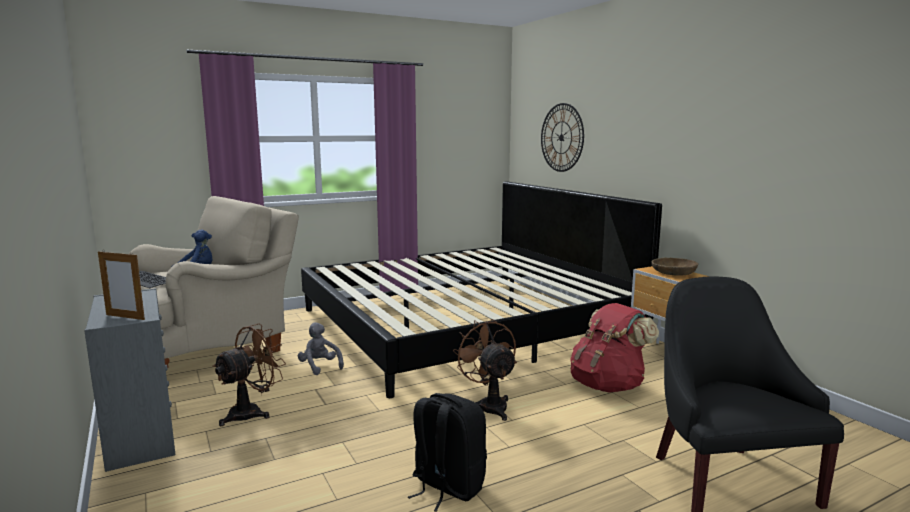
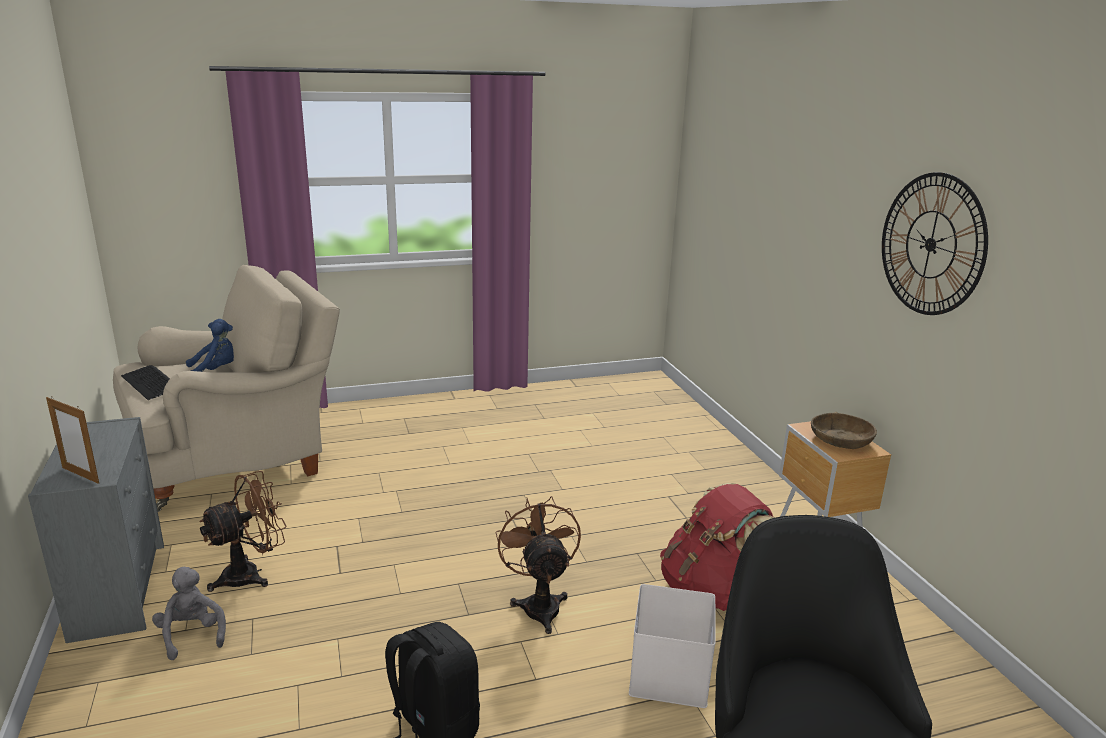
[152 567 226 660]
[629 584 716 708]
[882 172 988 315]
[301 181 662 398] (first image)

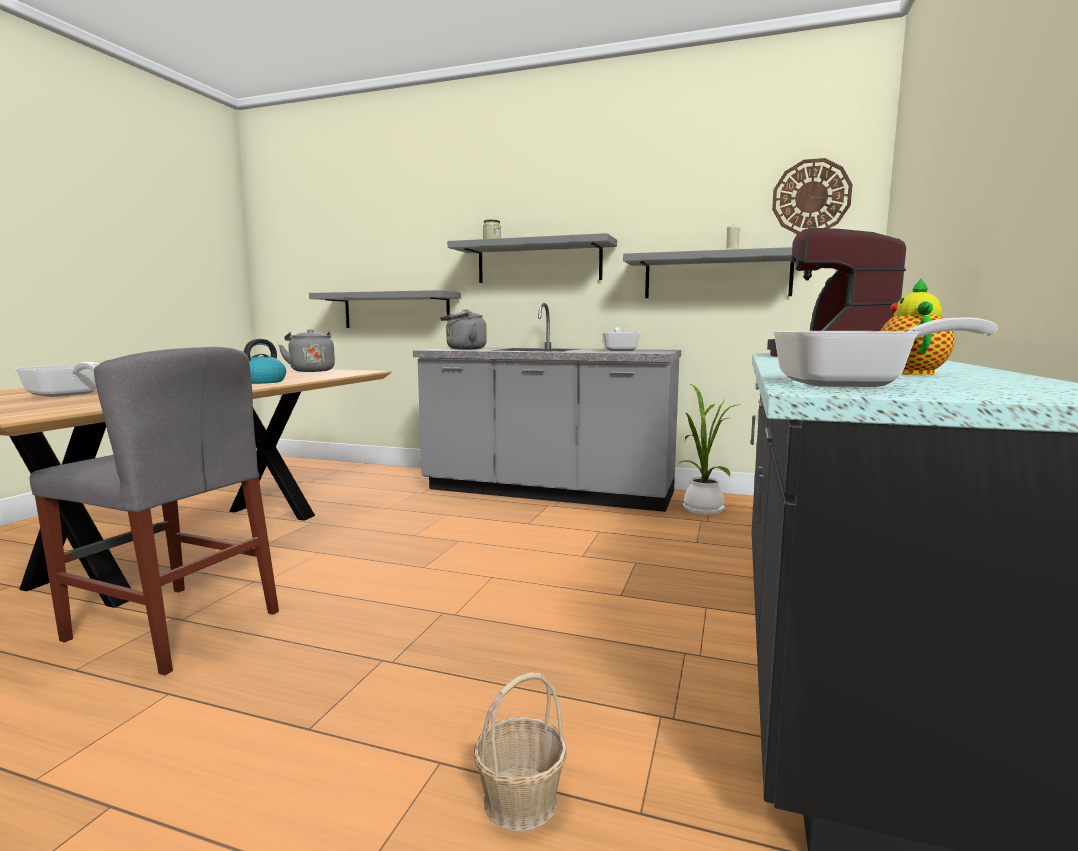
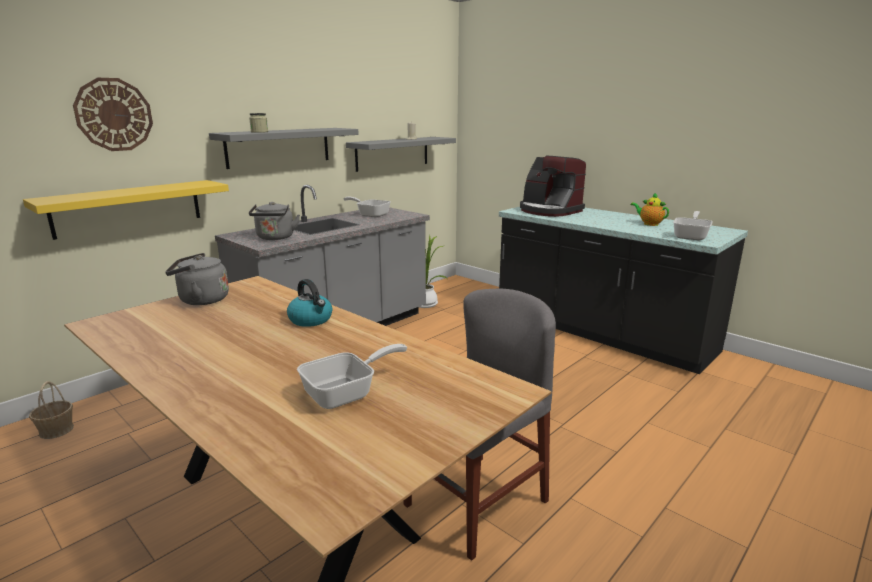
[23 180 229 240]
[29 381 74 439]
[73 78 153 151]

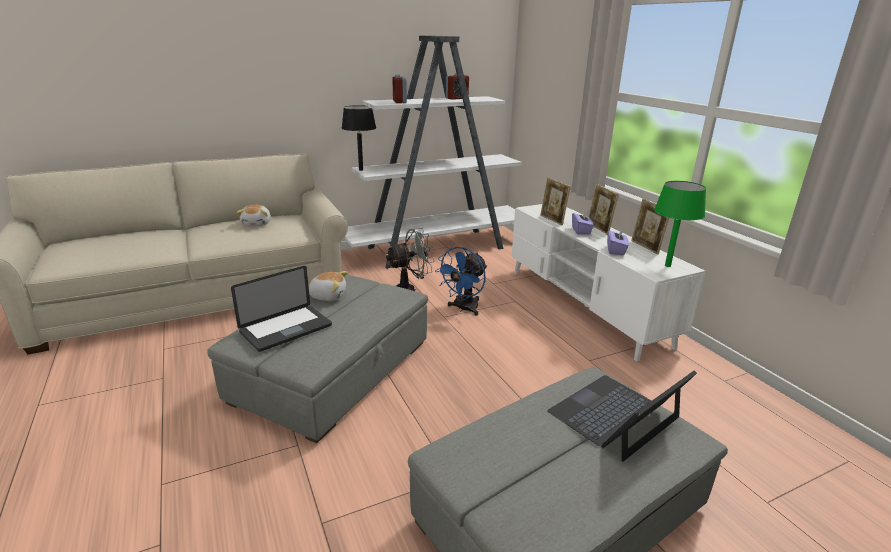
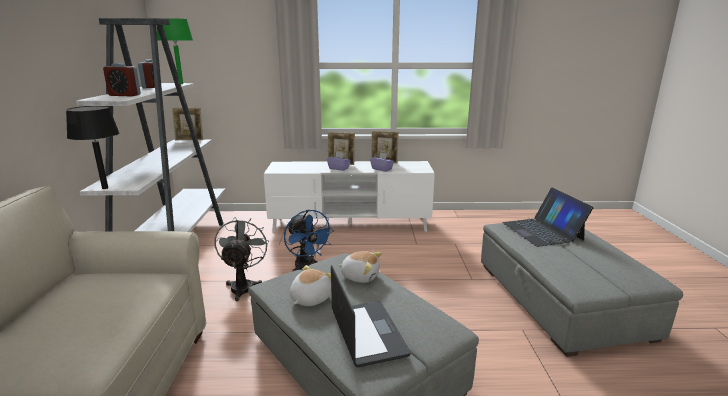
[157 18 193 84]
[172 108 203 140]
[338 251 383 283]

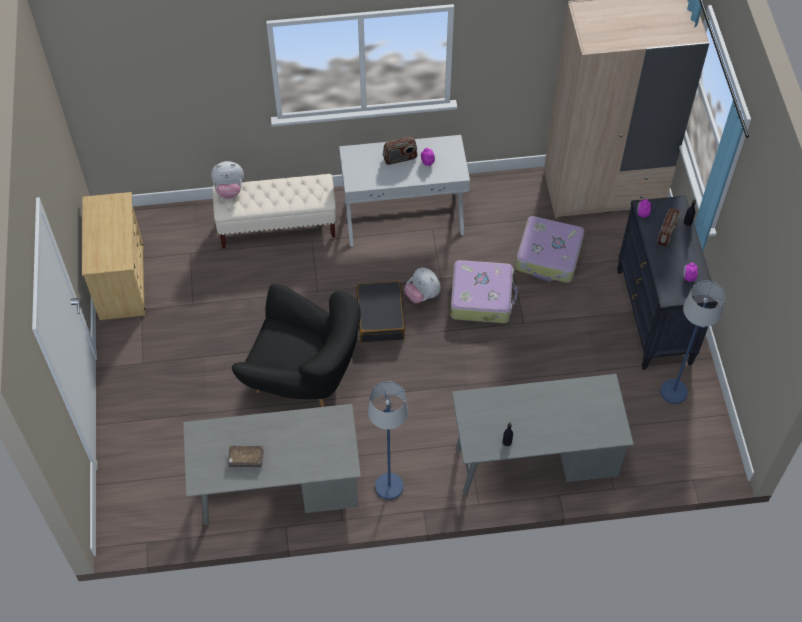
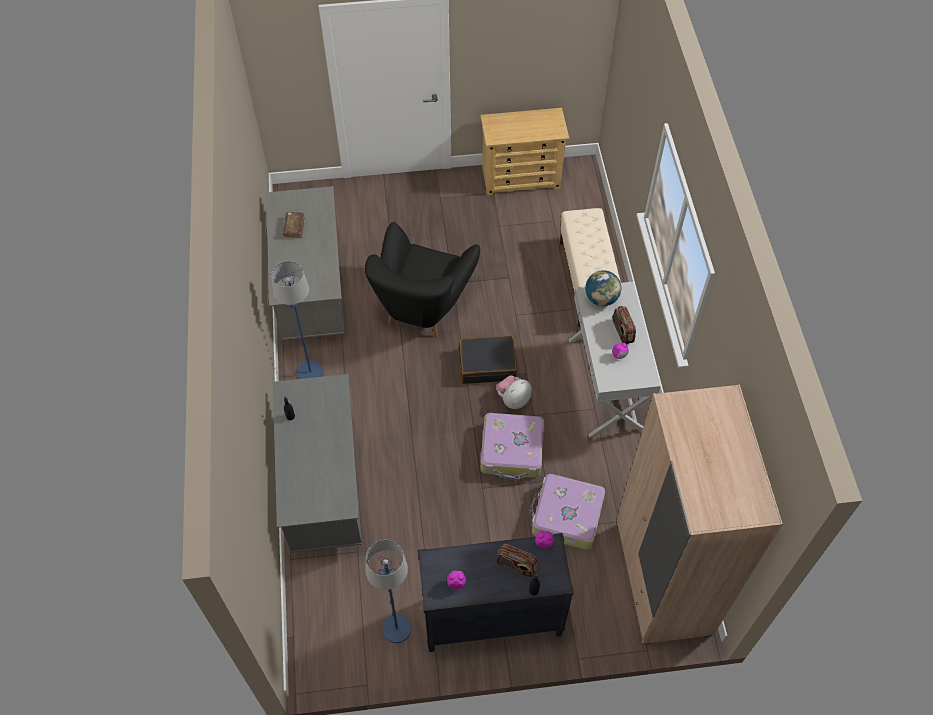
[585 270 621 306]
[211 161 244 199] (first image)

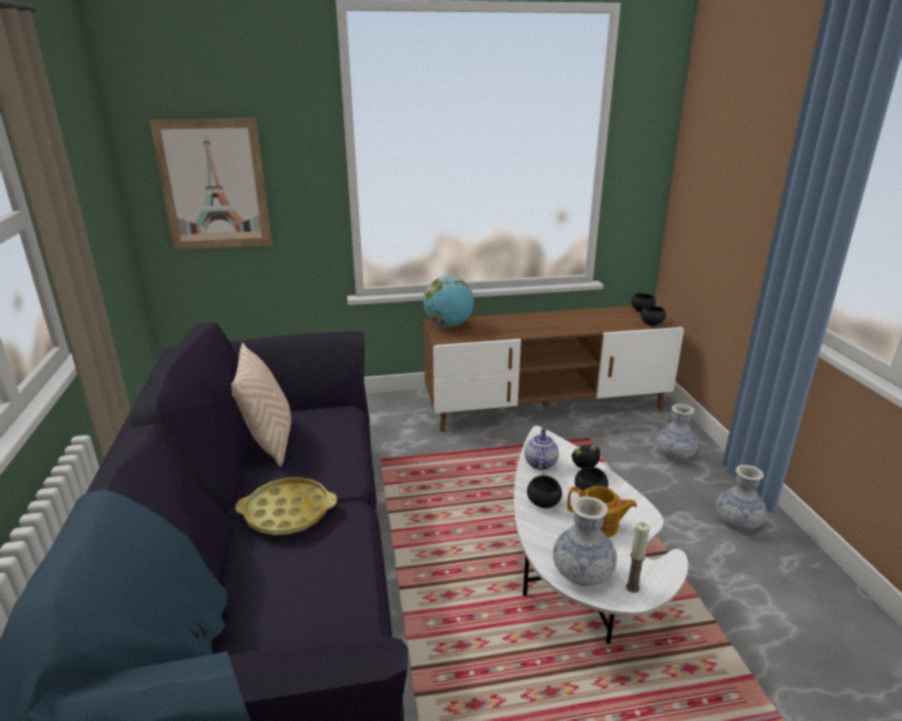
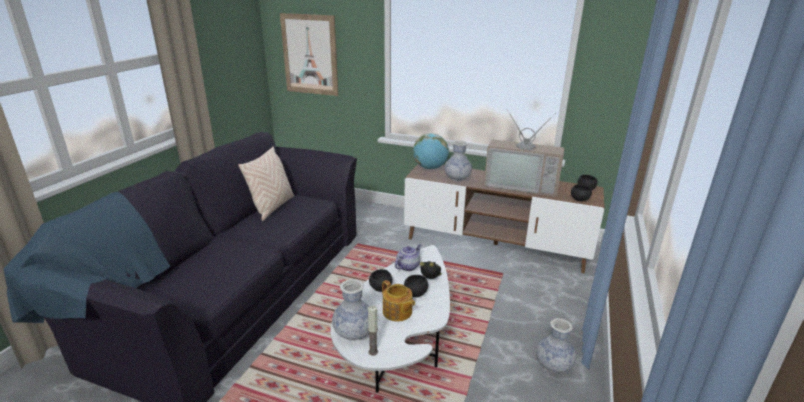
[444 141 472 181]
[484 108 564 197]
[235 477 337 535] (first image)

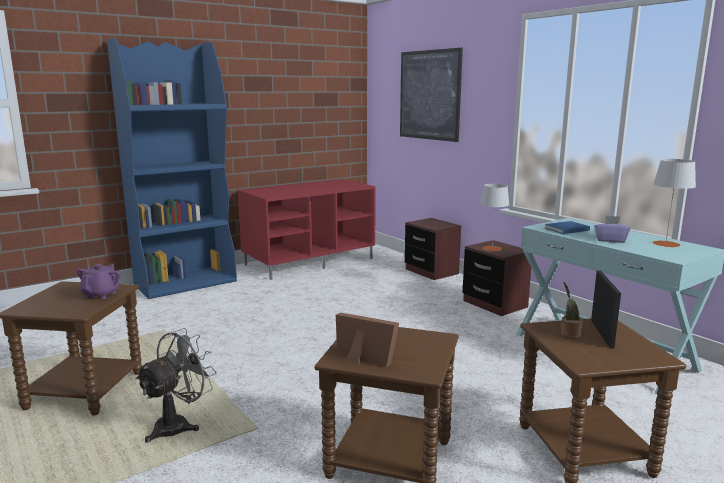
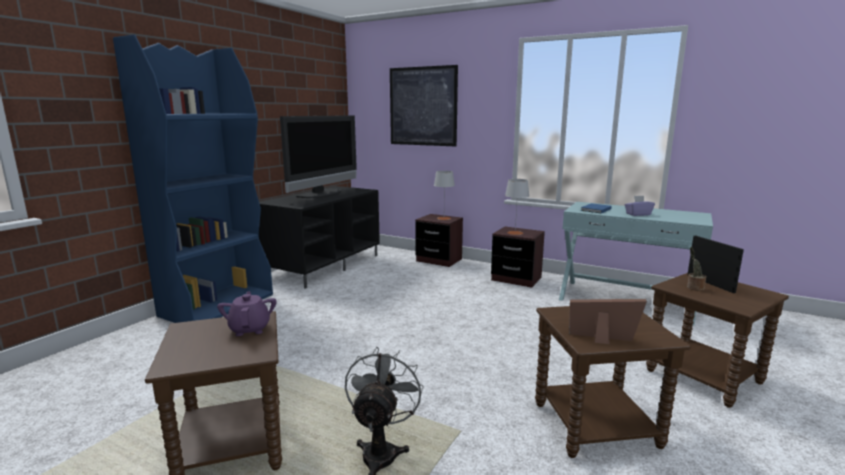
[259 186 380 289]
[280 115 357 198]
[434 171 455 220]

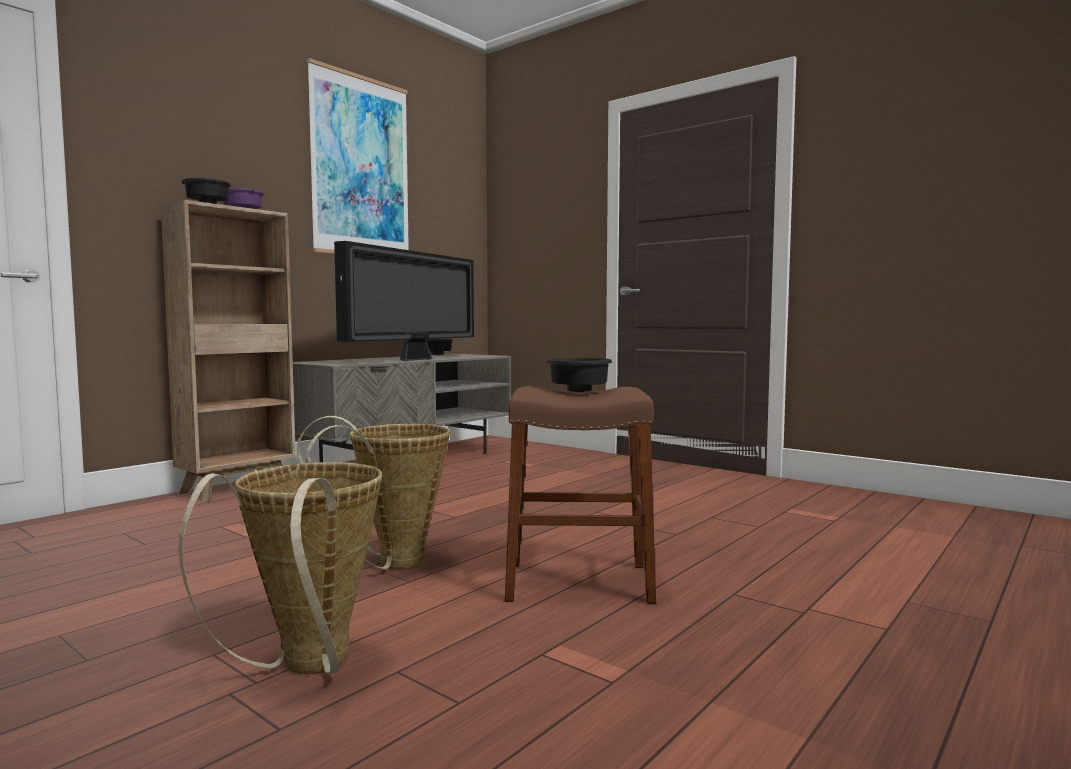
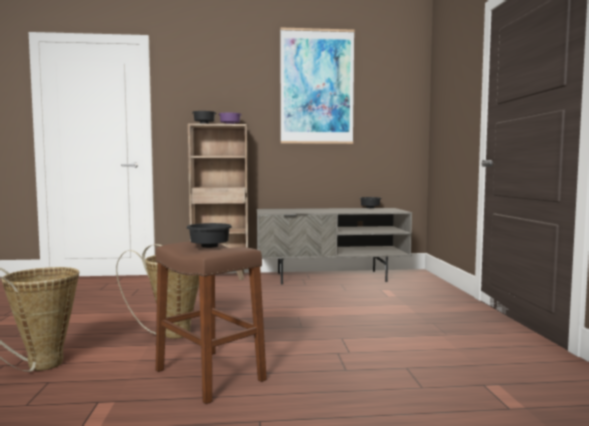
[334 241 474 361] (first image)

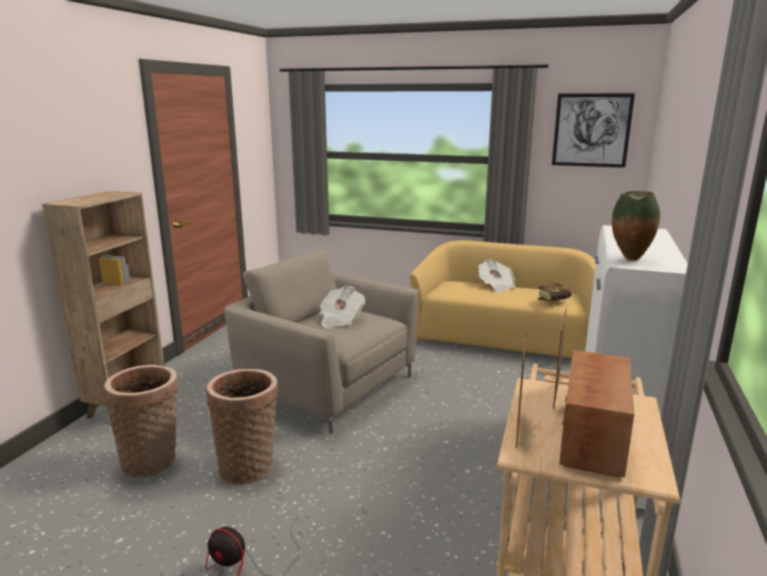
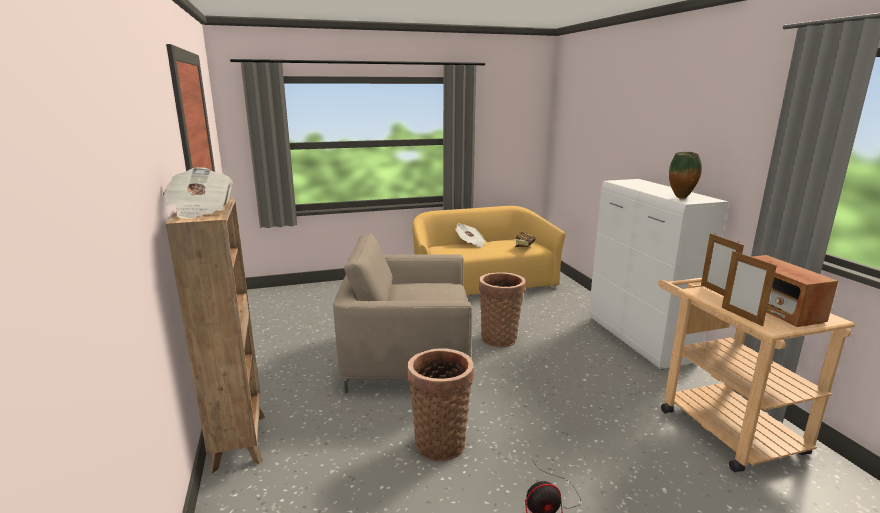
[163 167 233 219]
[479 272 525 347]
[552 93 635 168] (first image)

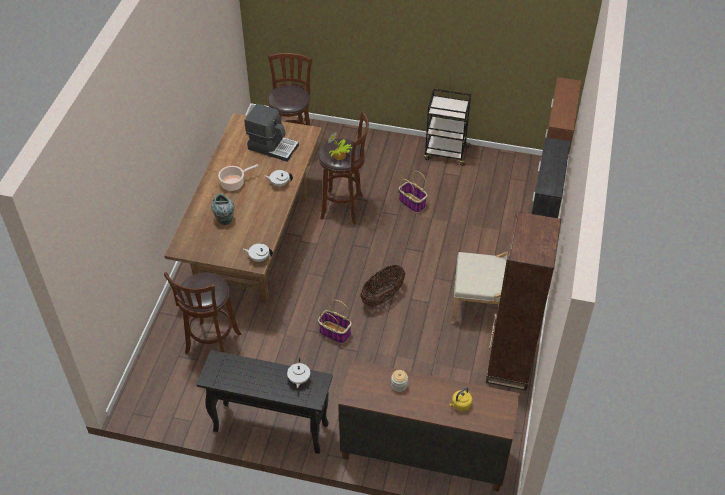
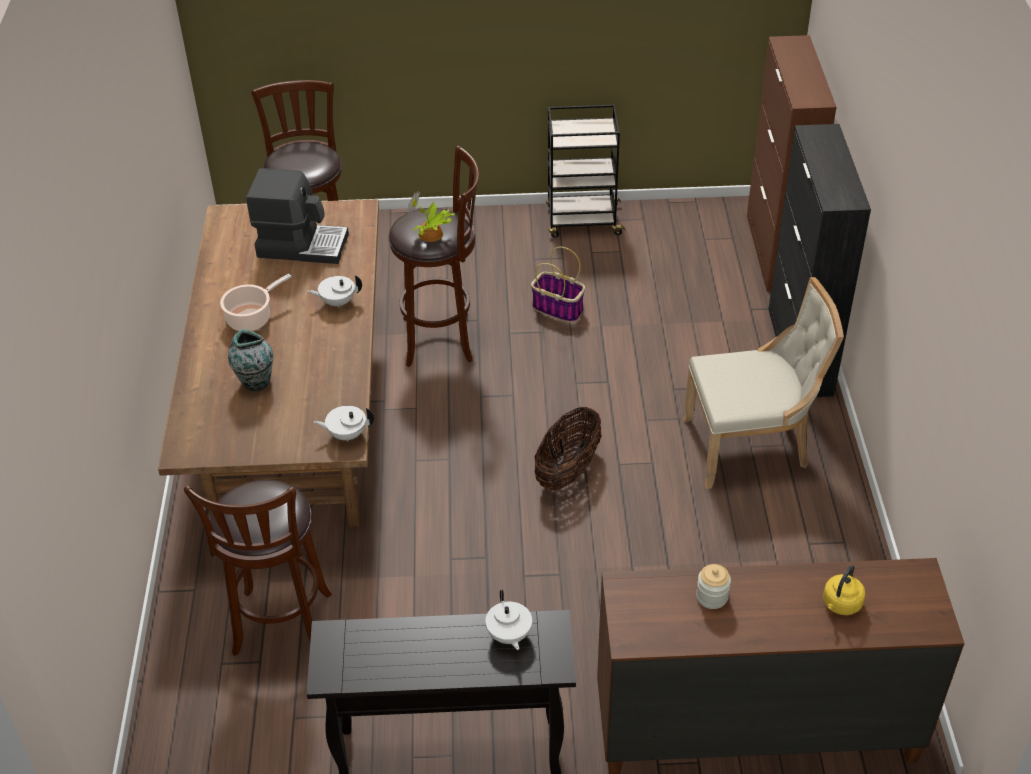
[318 300 352 344] (first image)
[486 211 561 391] (first image)

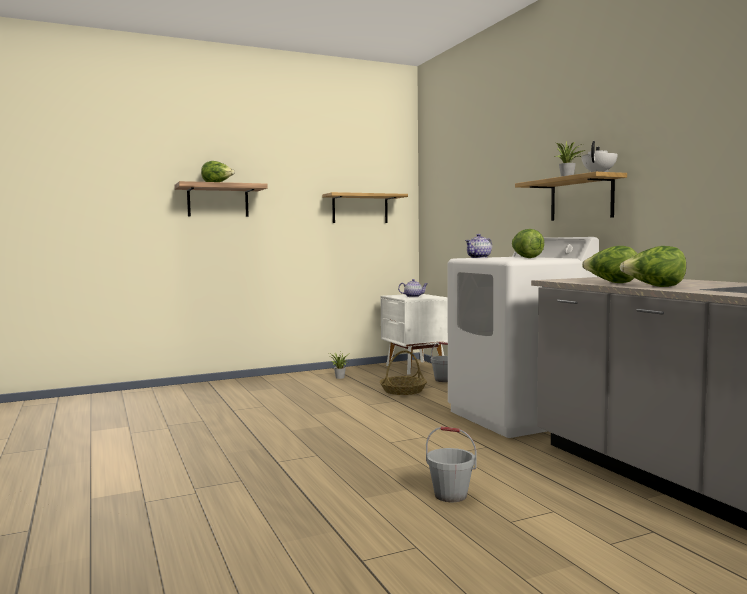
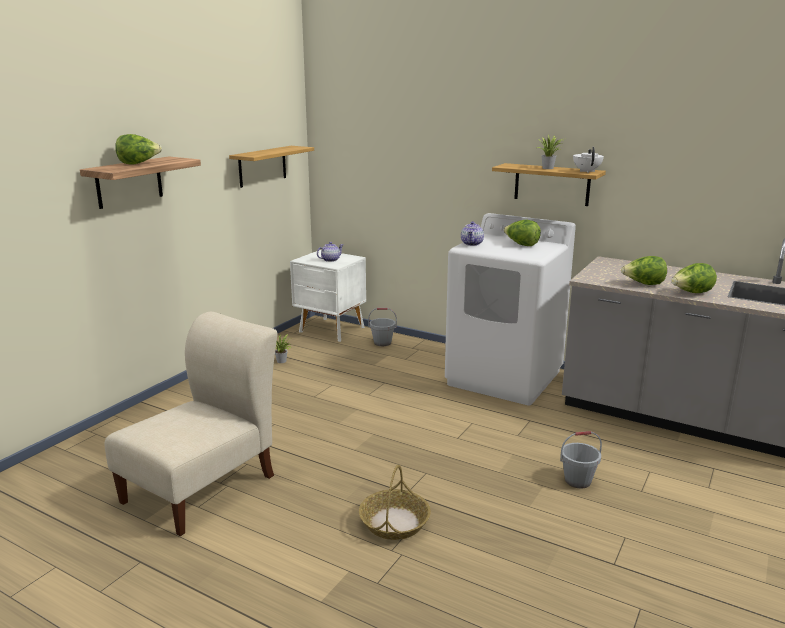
[104 311 277 536]
[359 465 431 540]

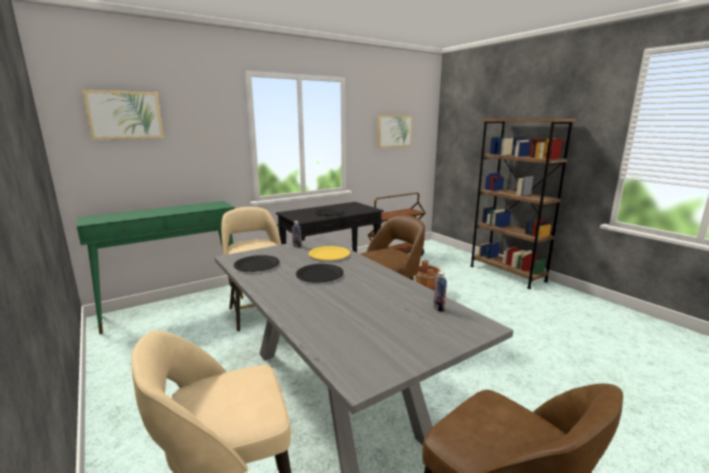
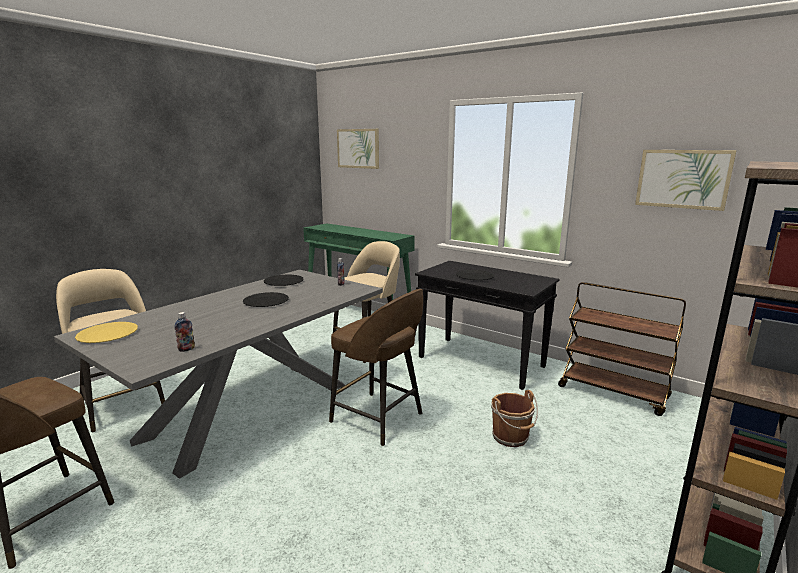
[75 322 138 343]

